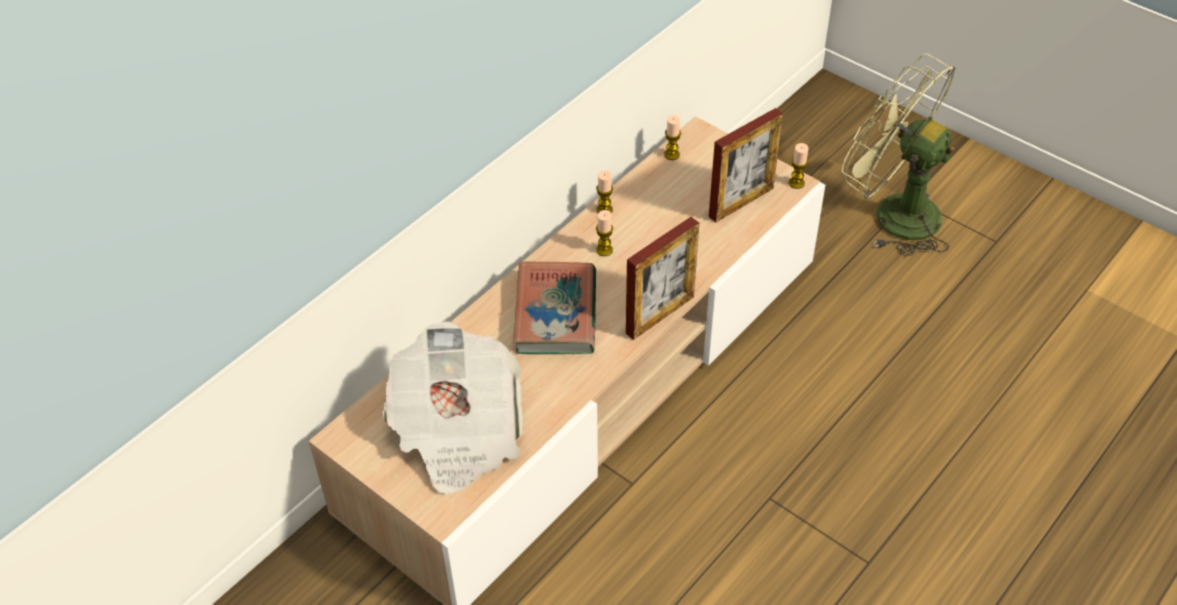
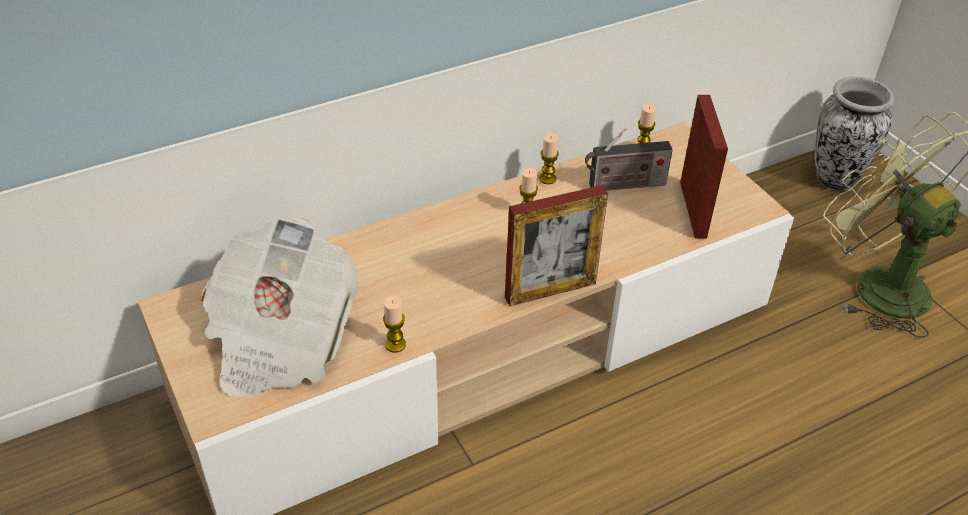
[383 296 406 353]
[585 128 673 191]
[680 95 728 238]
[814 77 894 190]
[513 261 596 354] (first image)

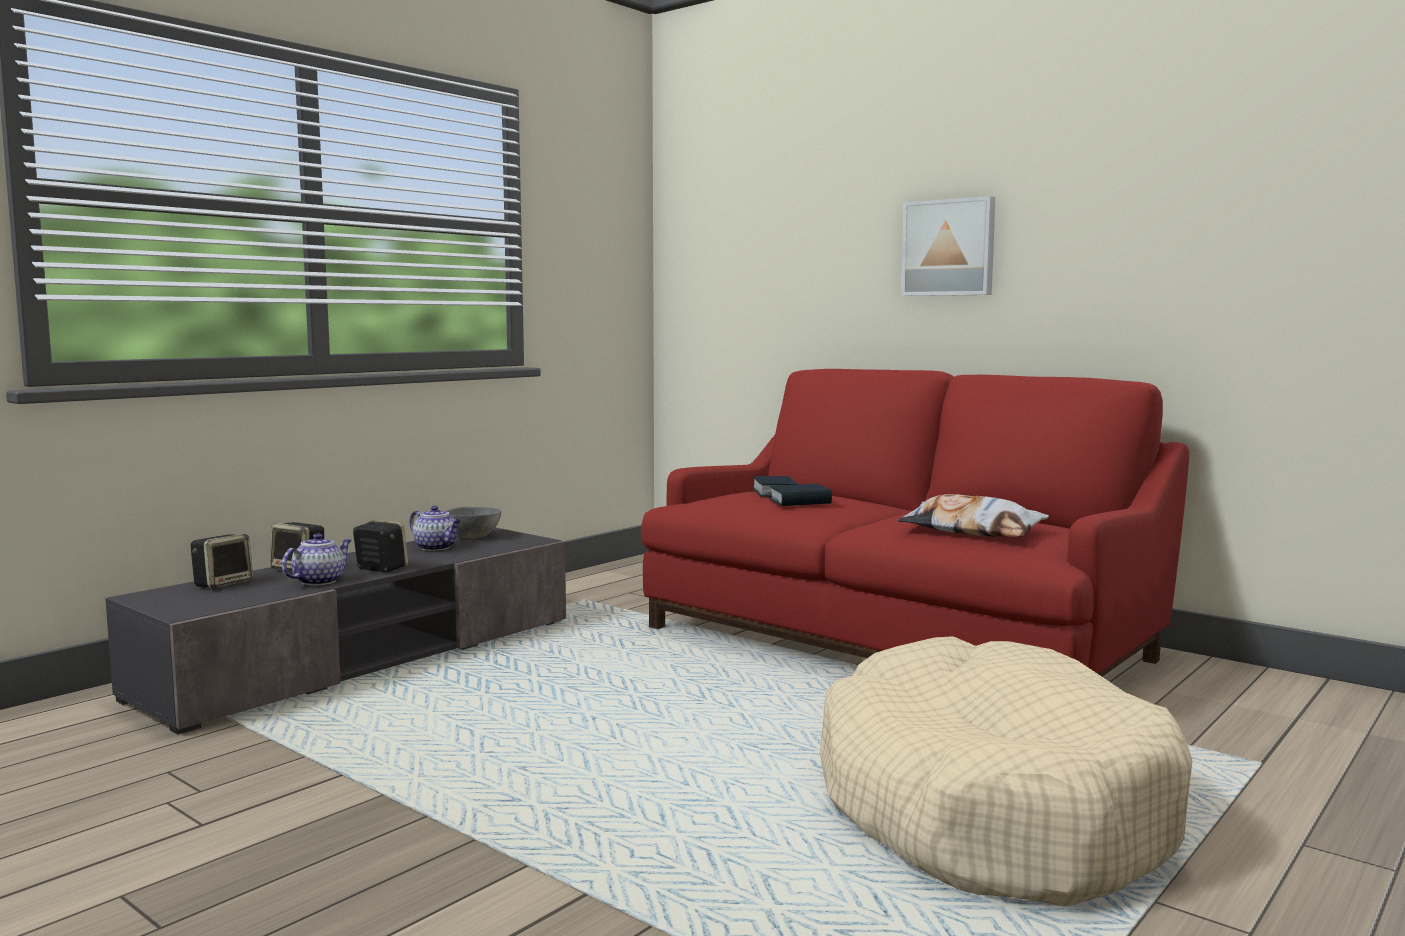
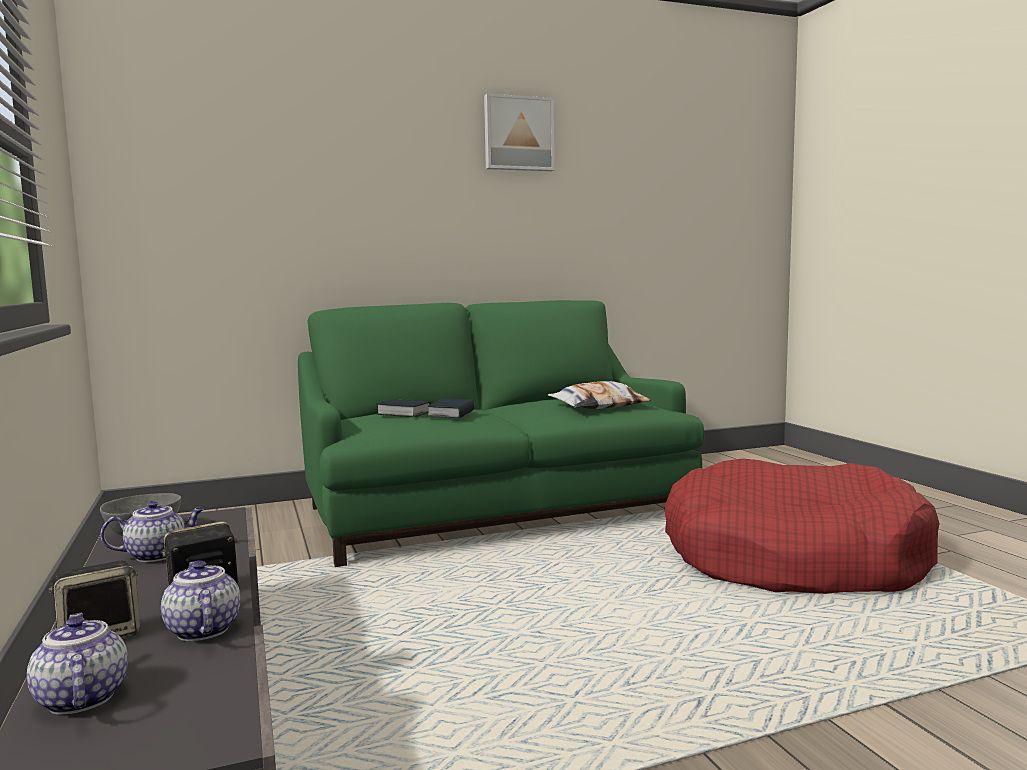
[27 612 128 714]
[298 300 705 567]
[484 93 554 171]
[664 458 940 594]

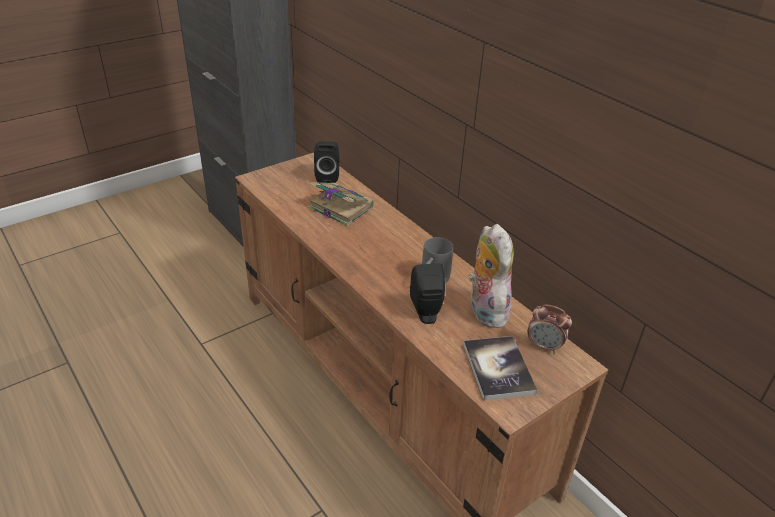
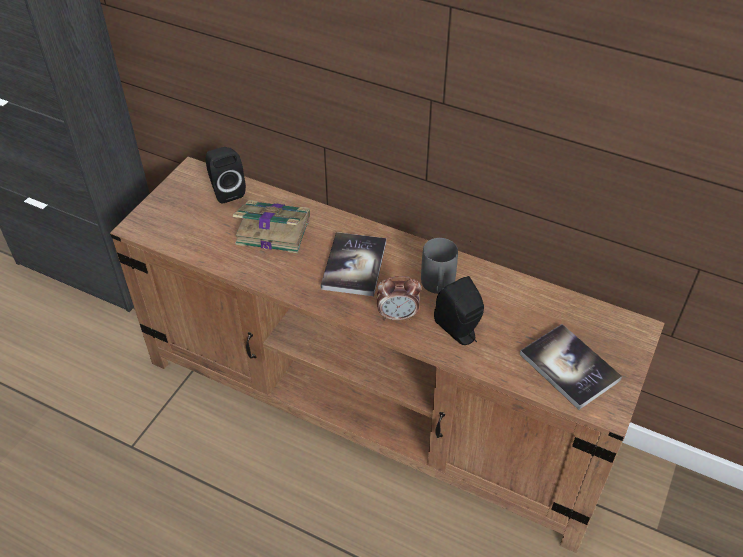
[321 232 386 296]
[377 276 421 321]
[468 224 514 329] (first image)

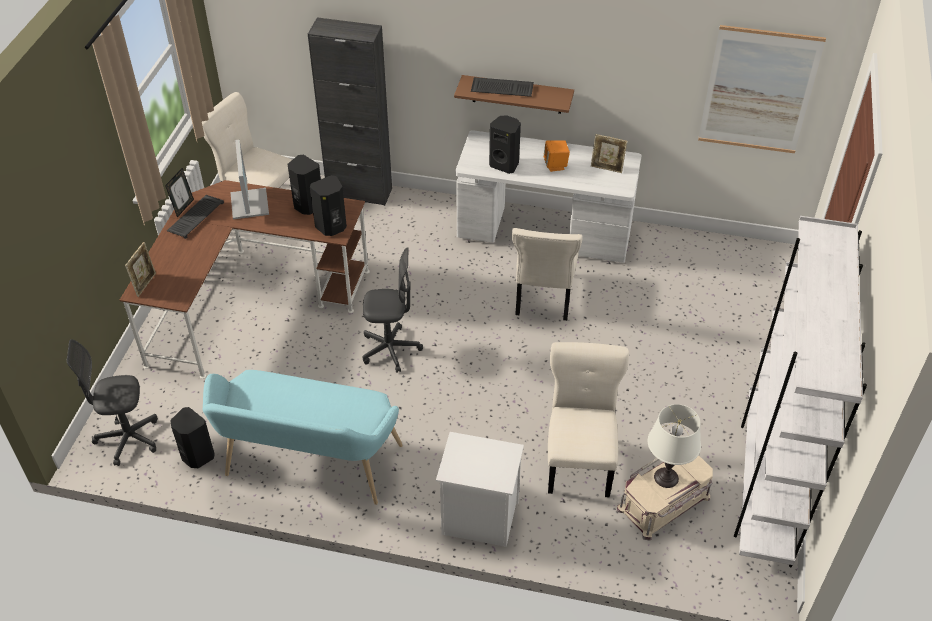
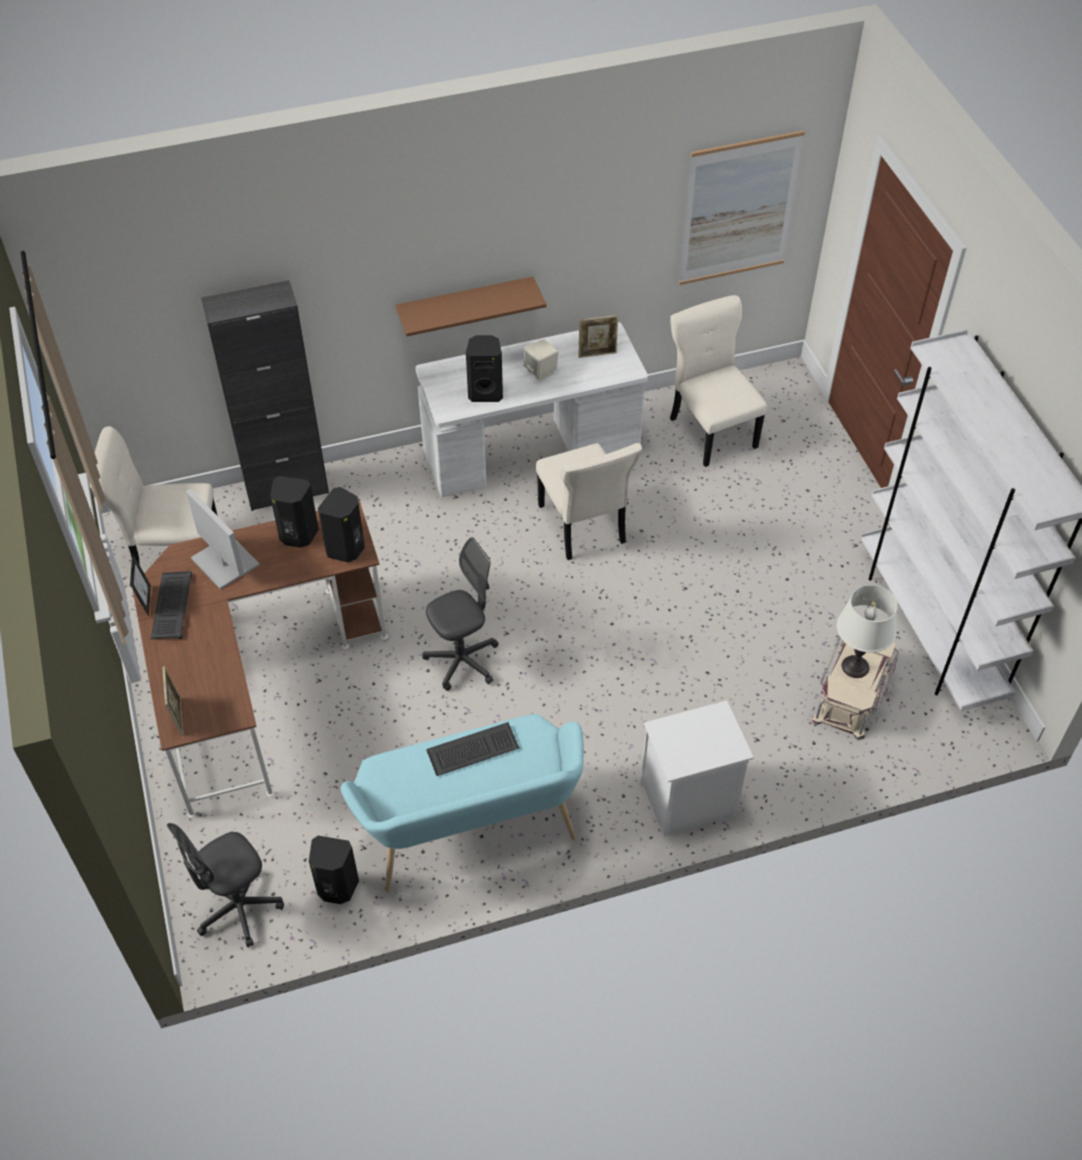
[426 722 519 776]
[523 339 558 381]
[670 295 767 467]

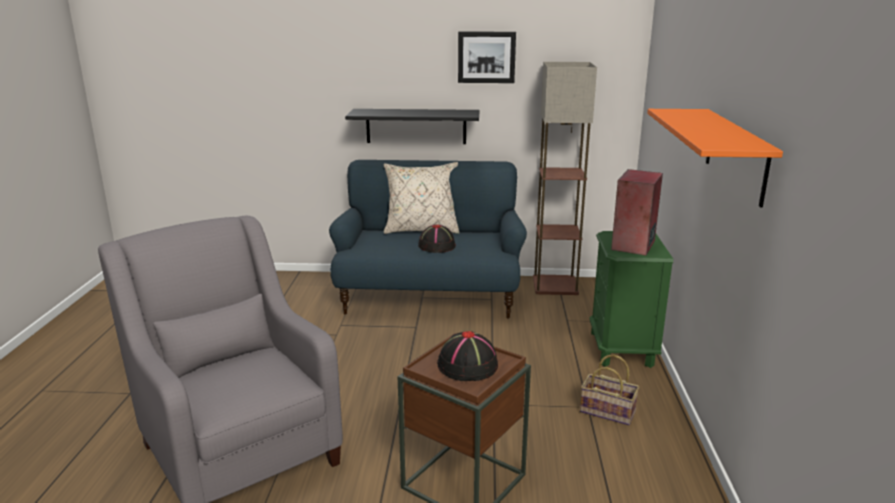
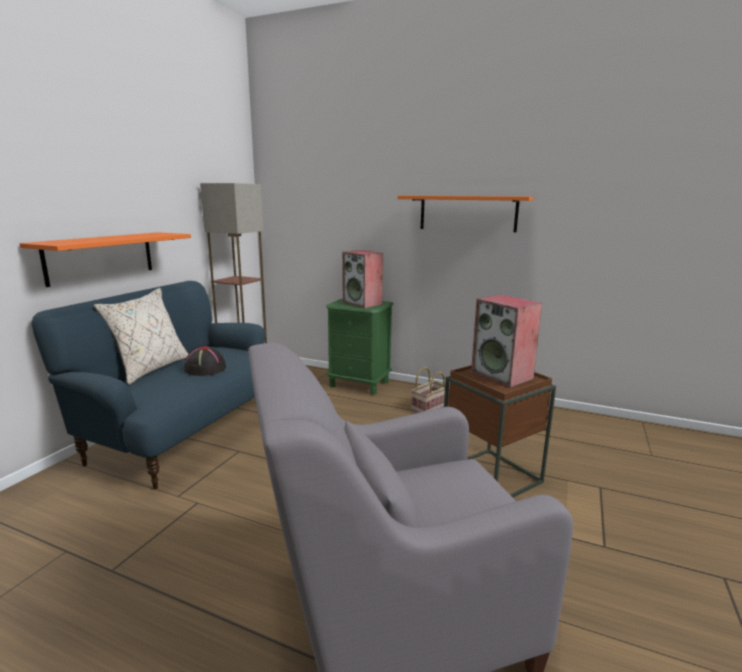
[19 232 191 287]
[471 295 542 388]
[458 32 516 83] (first image)

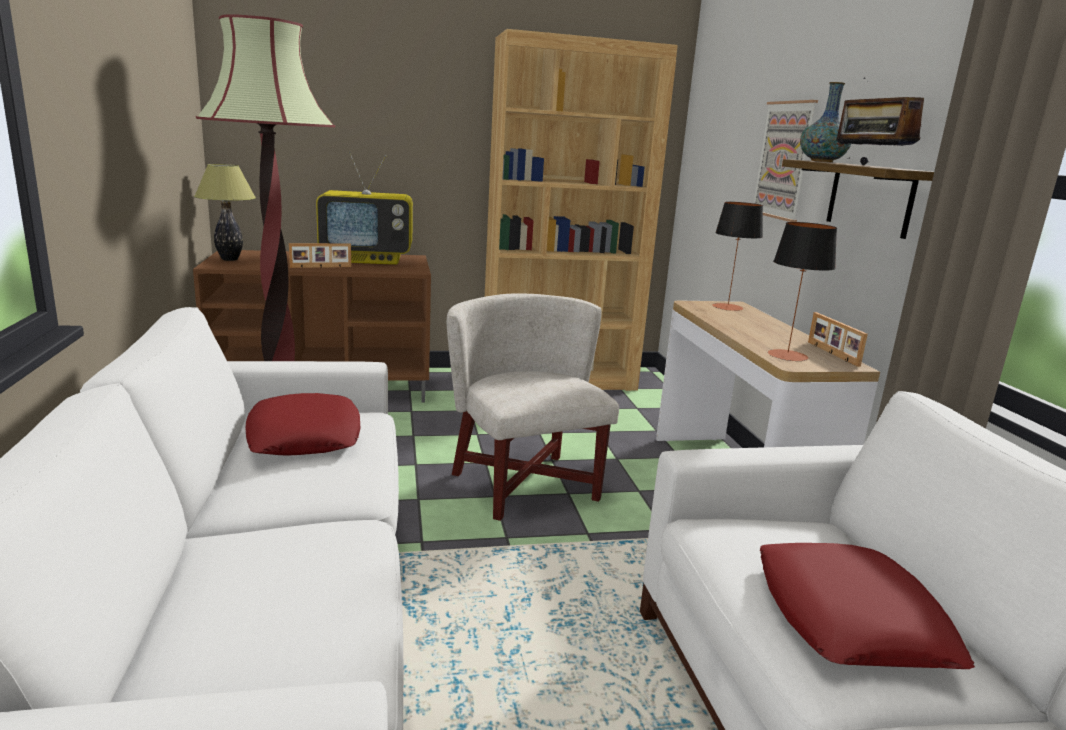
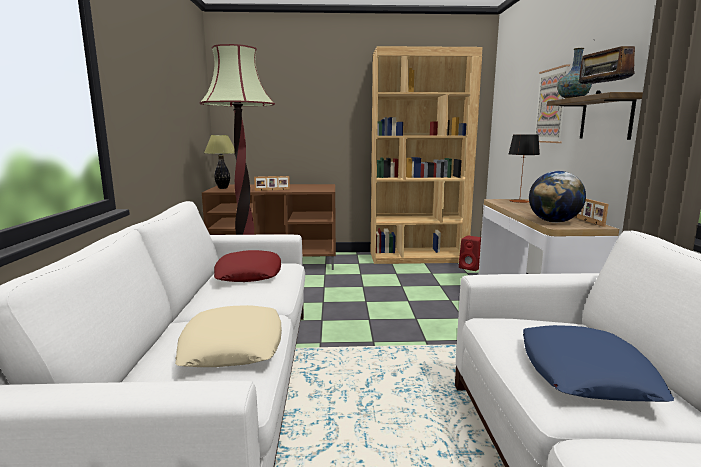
[175 305 282 367]
[459 236 481 271]
[523 325 674 402]
[529 171 586 223]
[316 152 413 265] (first image)
[447 293 619 521] (first image)

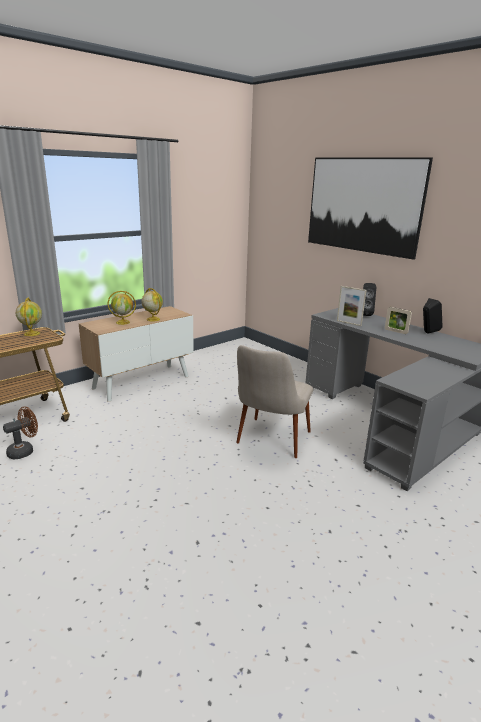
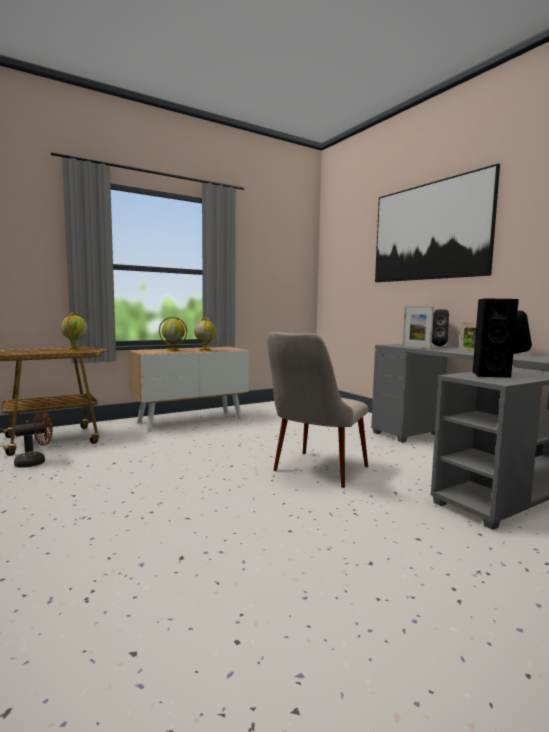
[473 298 519 378]

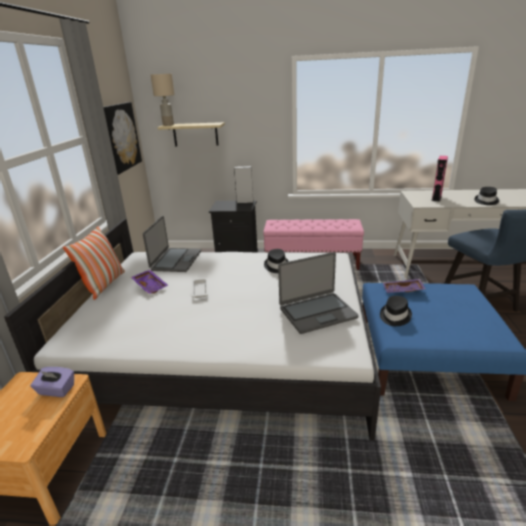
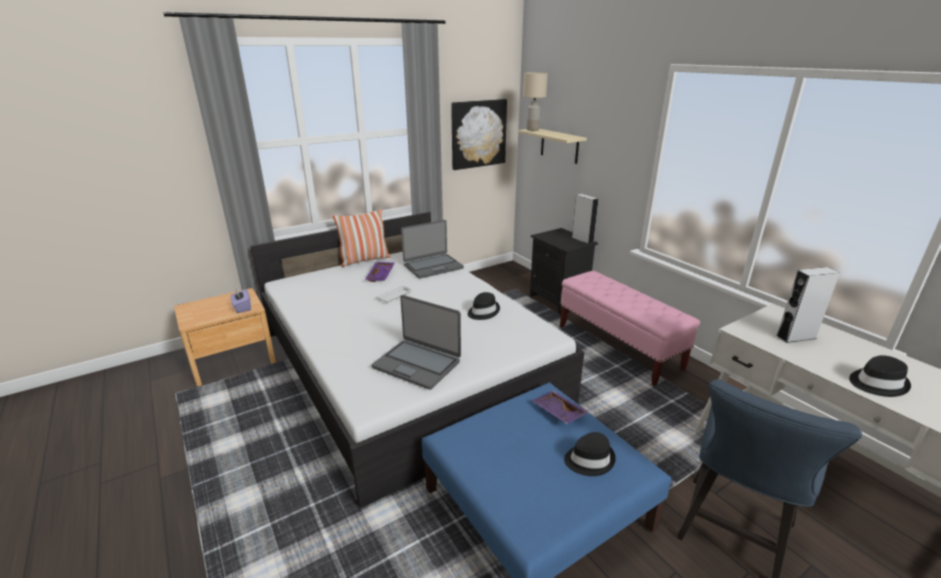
[564 432 616 476]
[776 267 840 343]

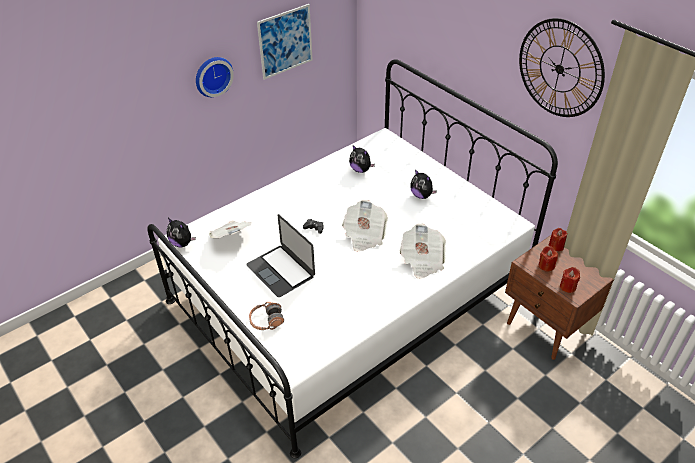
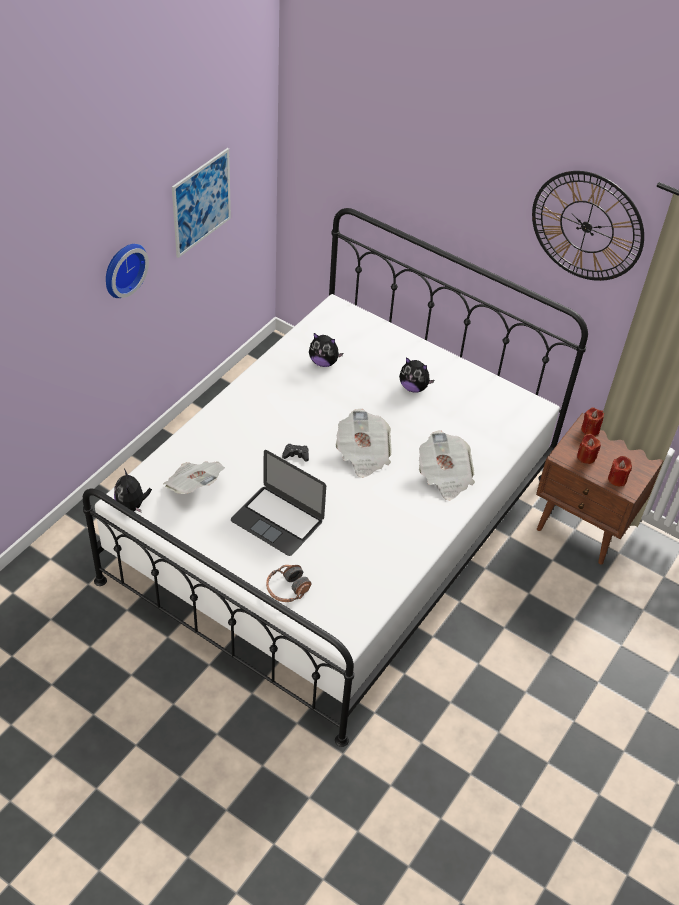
[114 469 152 513]

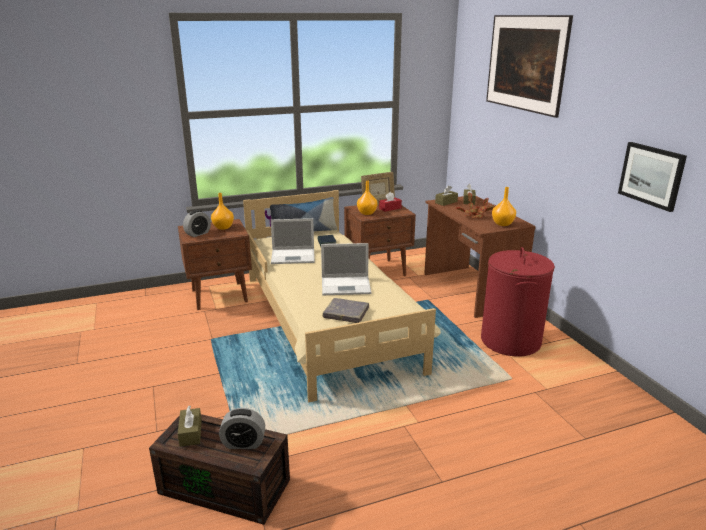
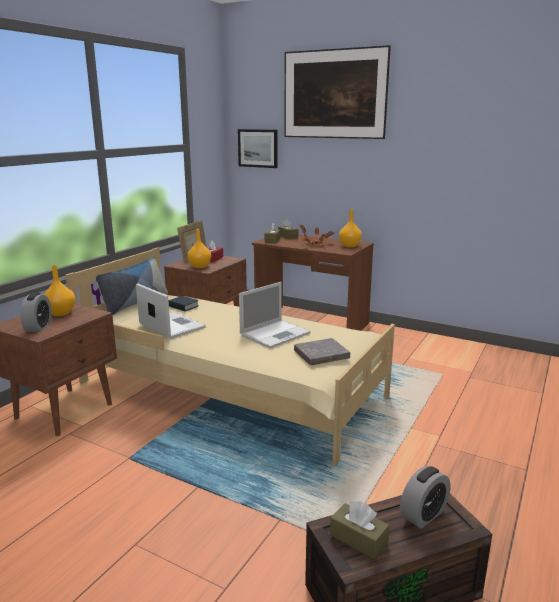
[136 284 206 339]
[238 129 278 168]
[481 247 555 357] (first image)

